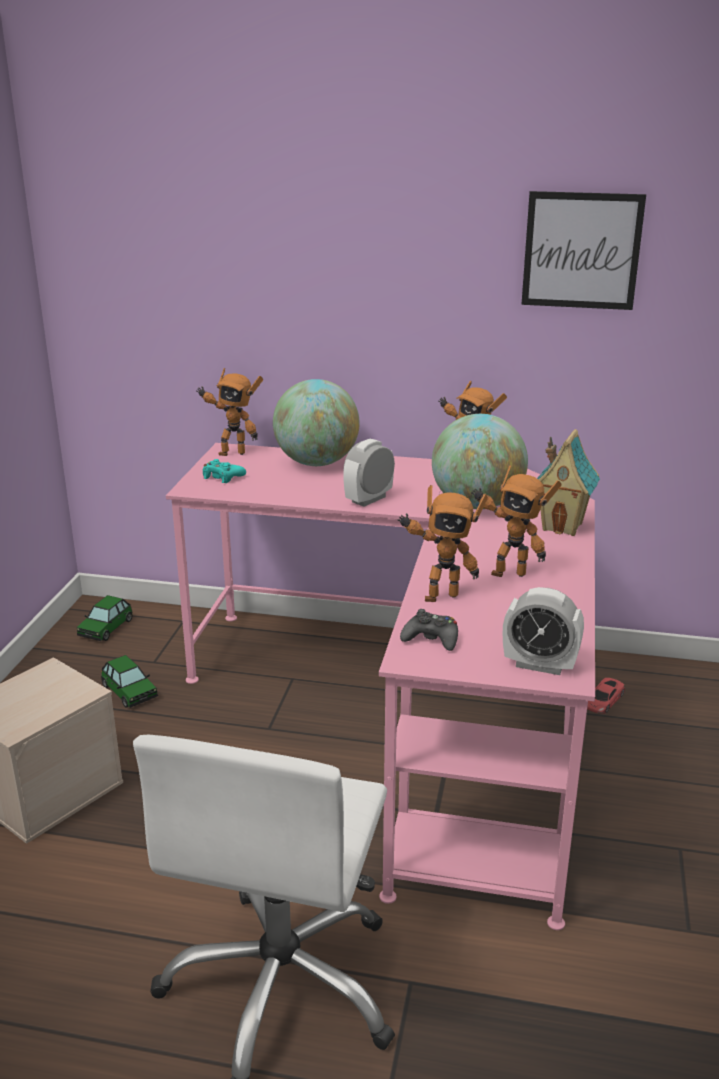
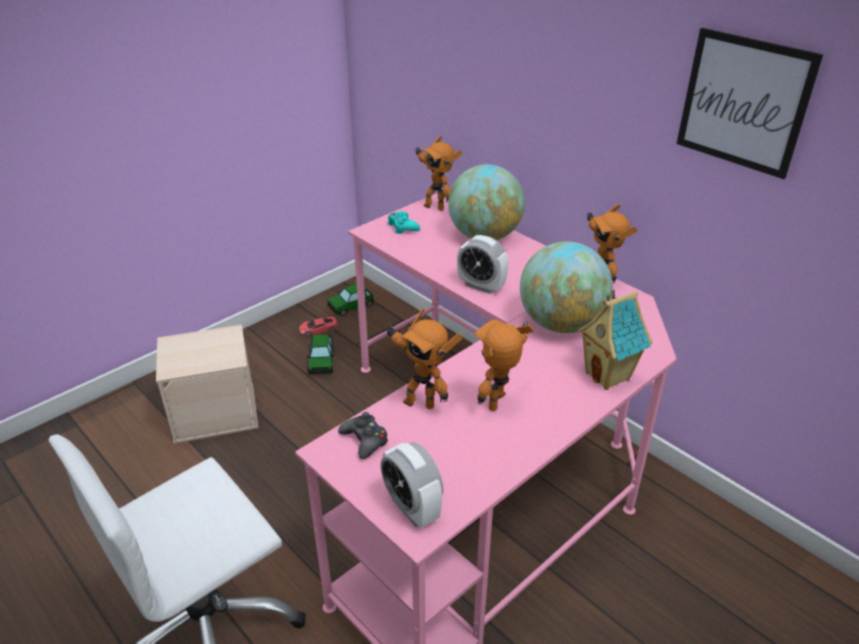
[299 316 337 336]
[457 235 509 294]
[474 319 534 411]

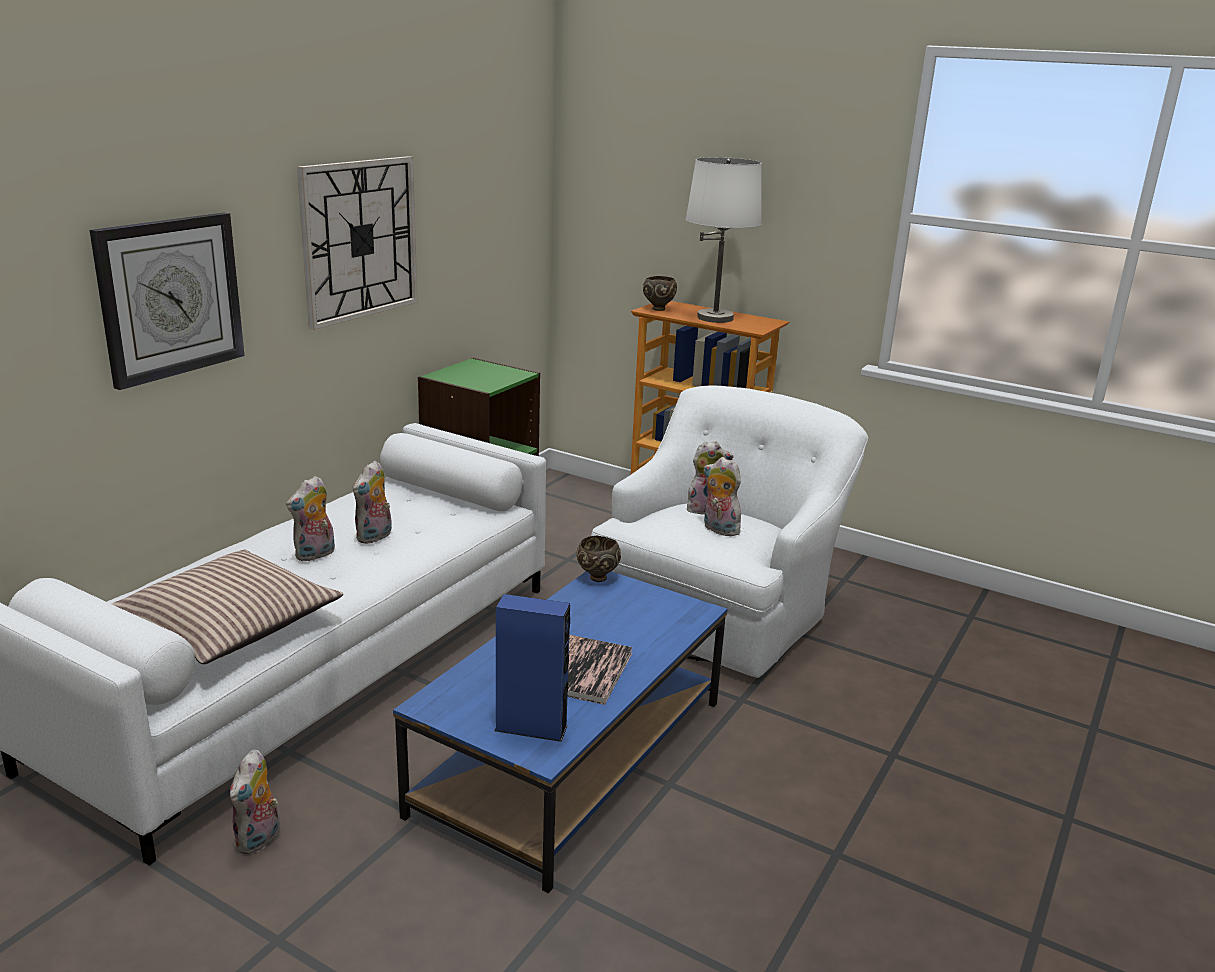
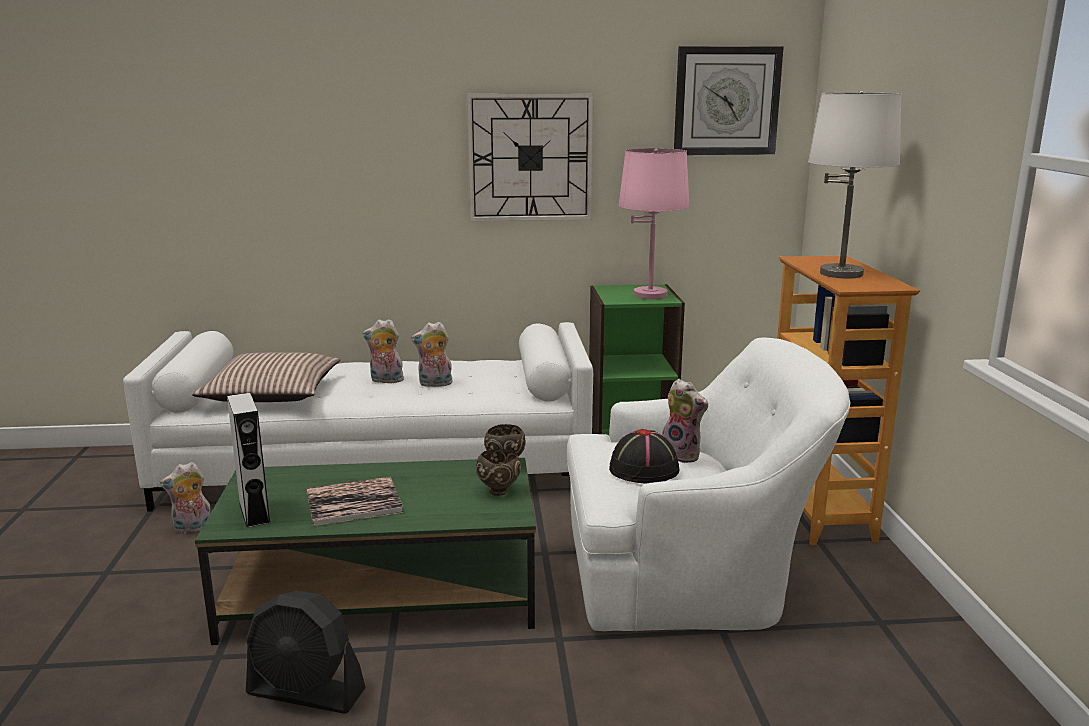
[195 458 536 645]
[227 393 271 528]
[246 591 366 714]
[476 449 521 496]
[609 429 679 484]
[618 148 690 299]
[674 46 784 155]

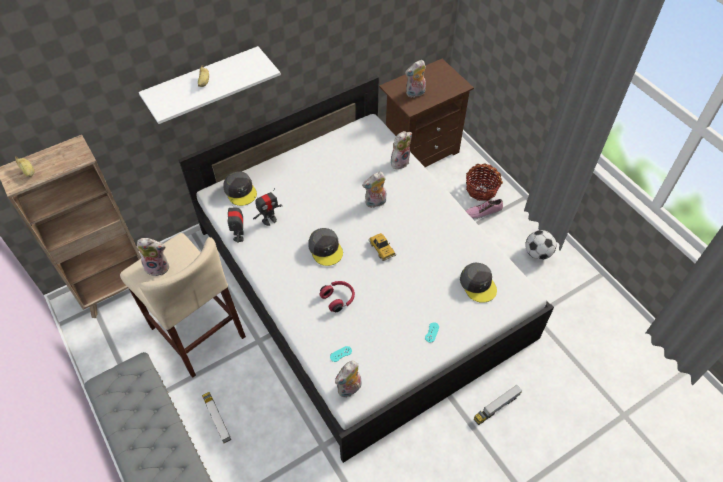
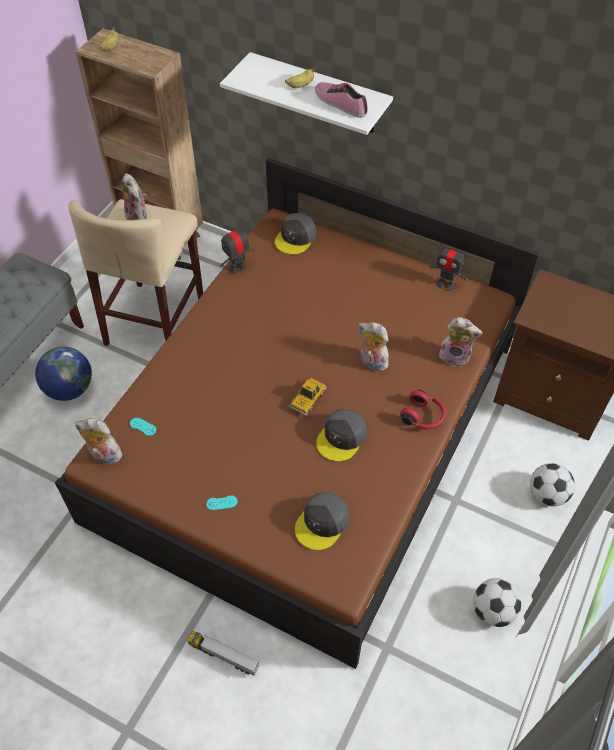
[35 347 92 401]
[55 158 540 669]
[315 82 368 118]
[316 409 367 462]
[400 390 446 430]
[429 241 468 291]
[530 463 575 506]
[405 60 426 98] (first image)

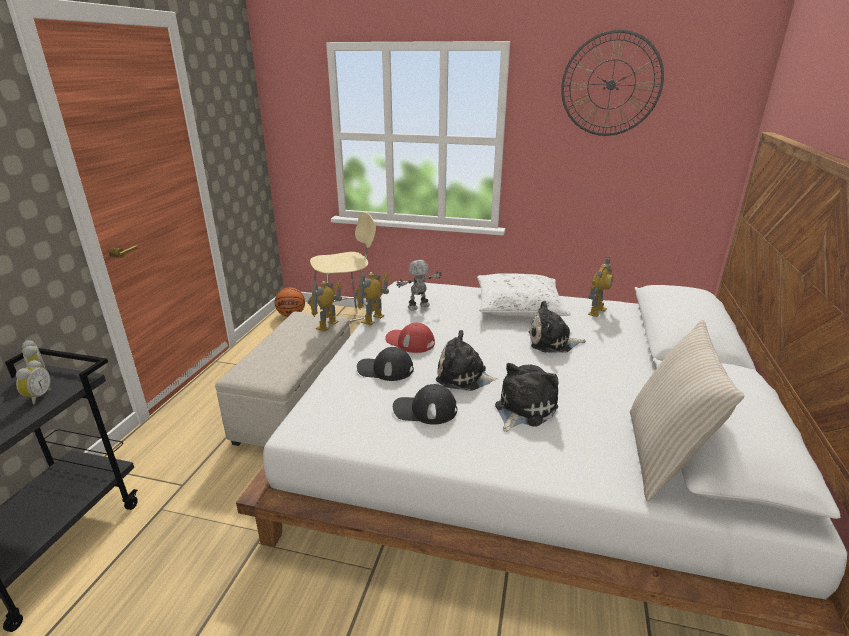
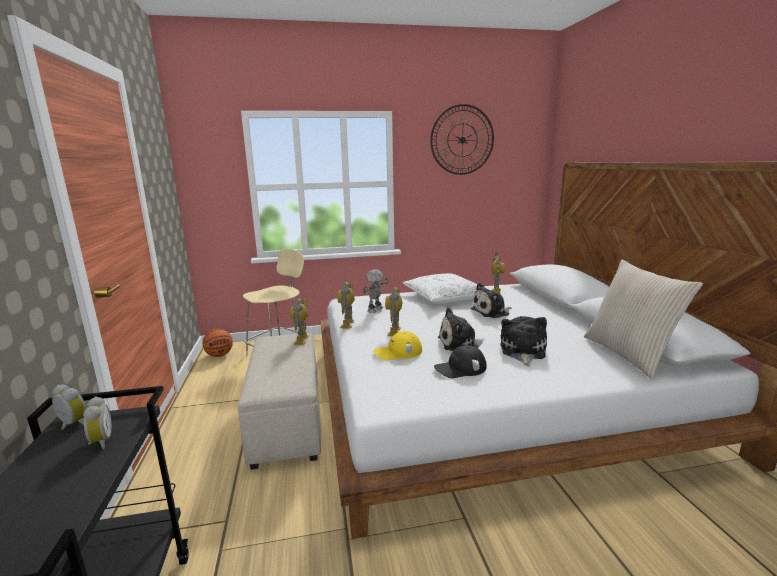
[374 331 422 360]
[385 287 402 336]

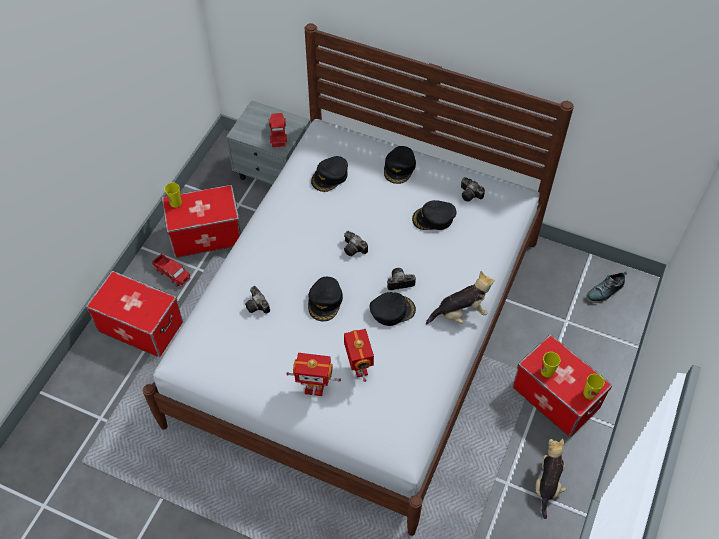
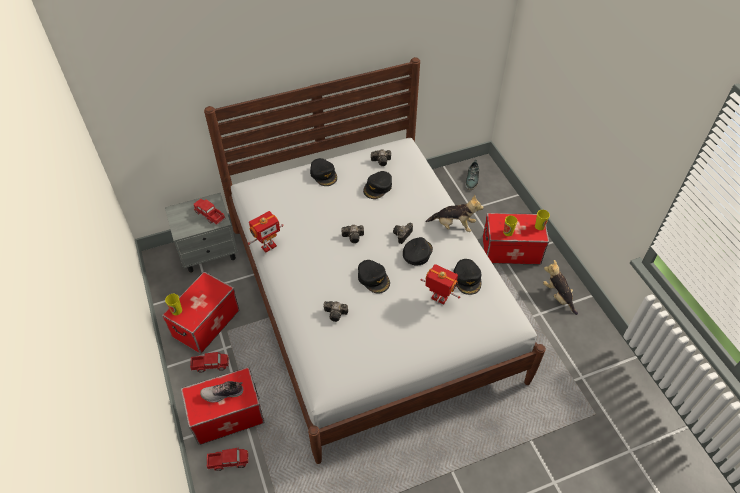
[200 381 244 403]
[207 448 249 471]
[248 211 284 253]
[425 194 483 232]
[453 259 482 295]

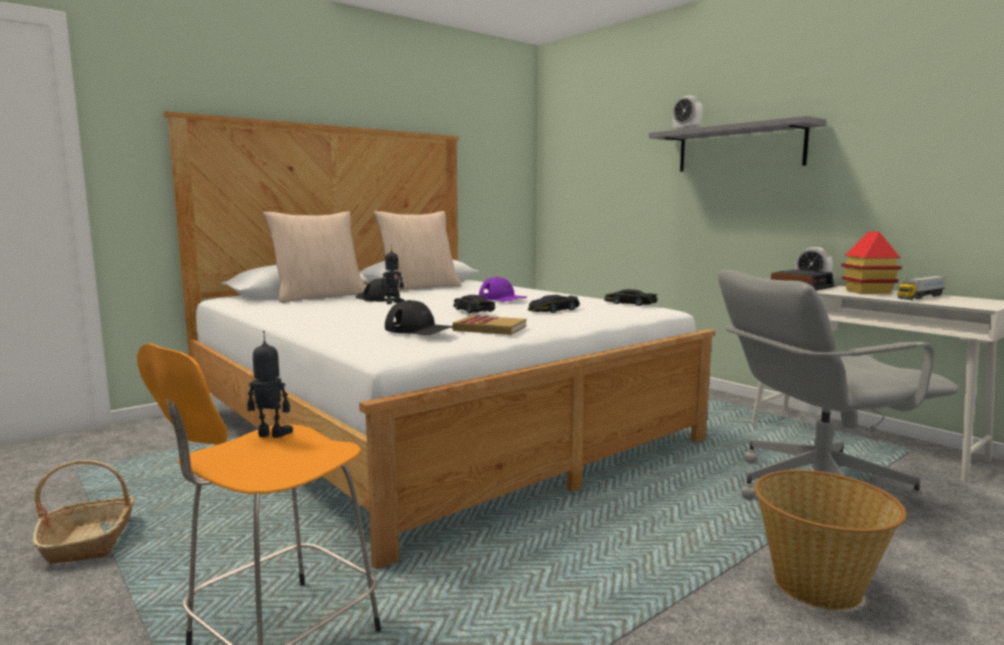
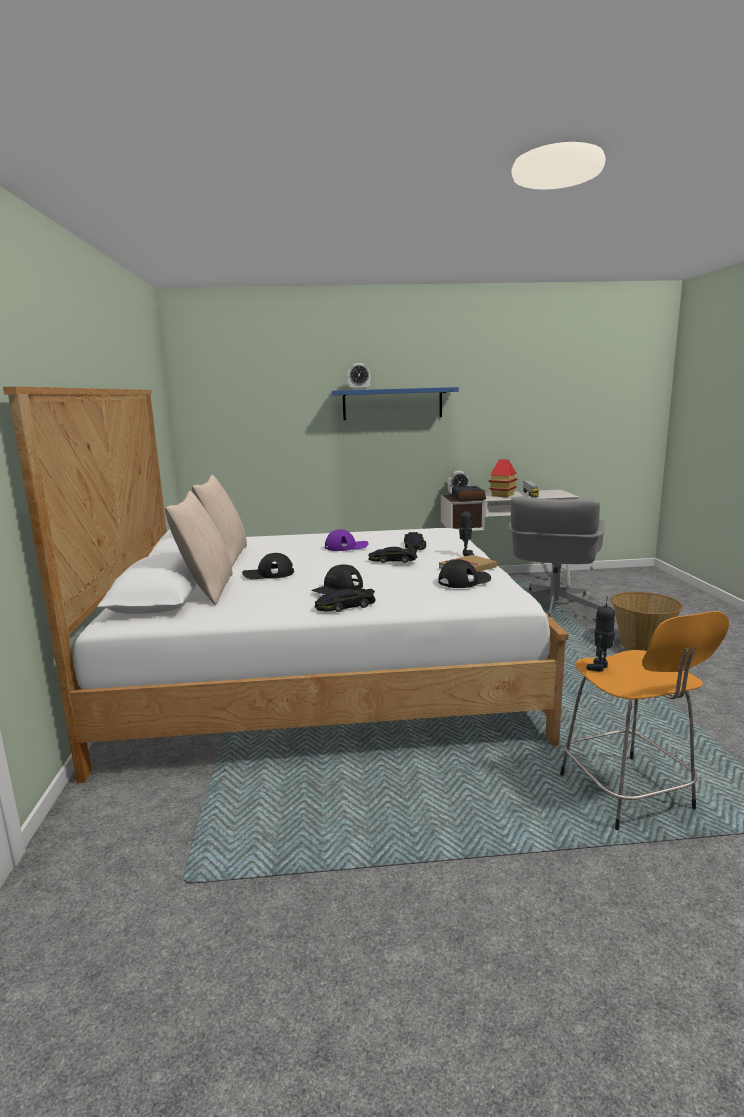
[311 564 363 595]
[315 589 376 612]
[331 387 459 420]
[459 505 474 556]
[33 460 135 564] (first image)

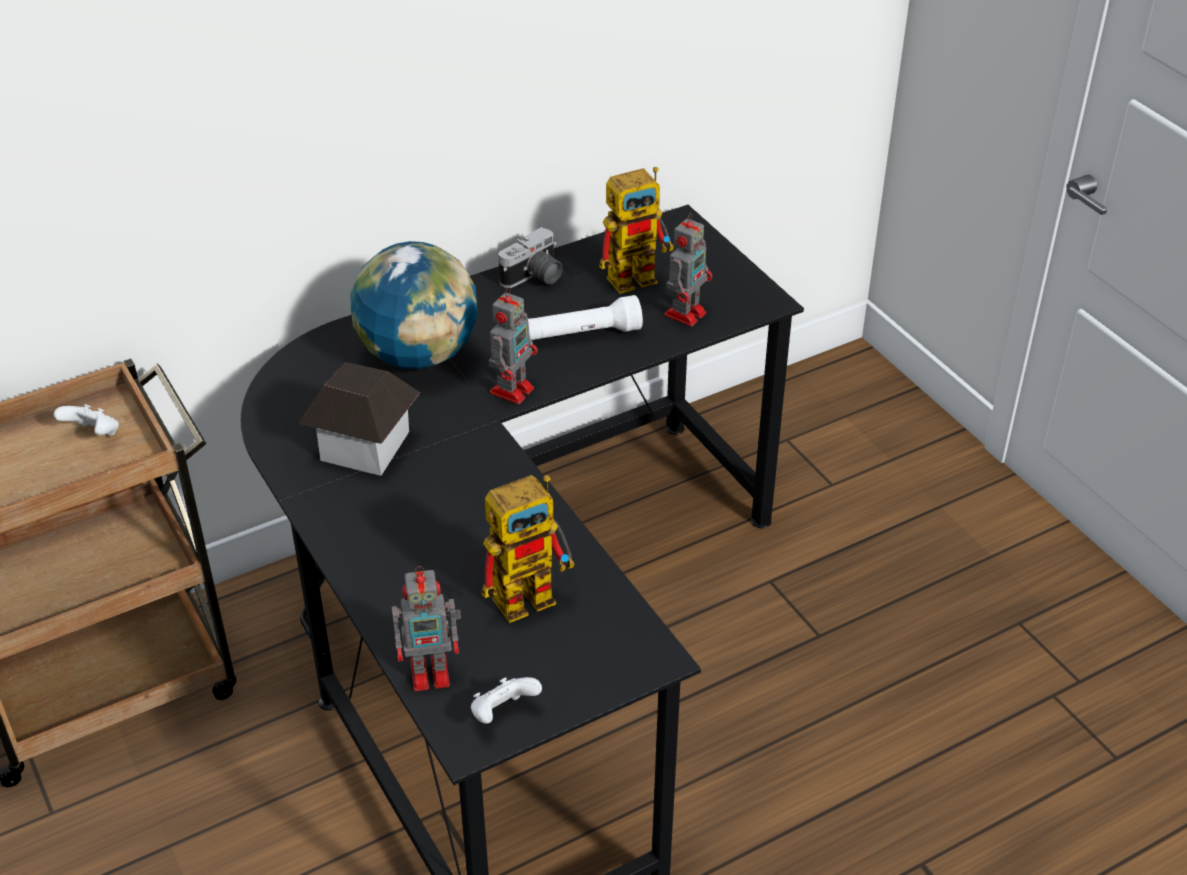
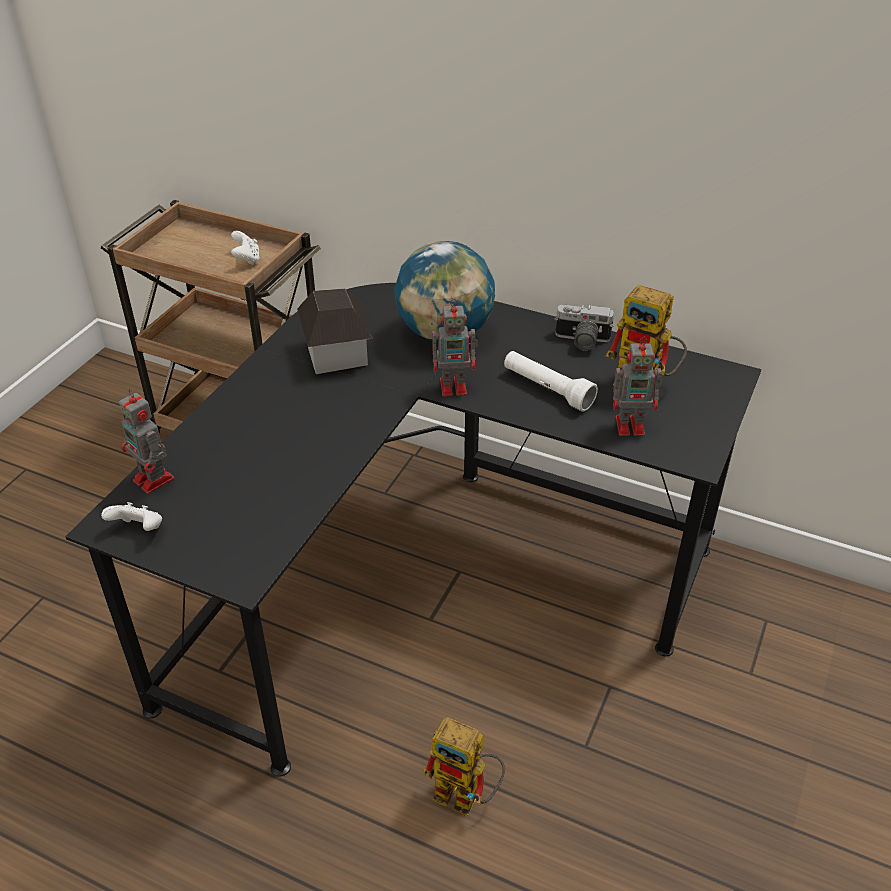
[422 717 505 817]

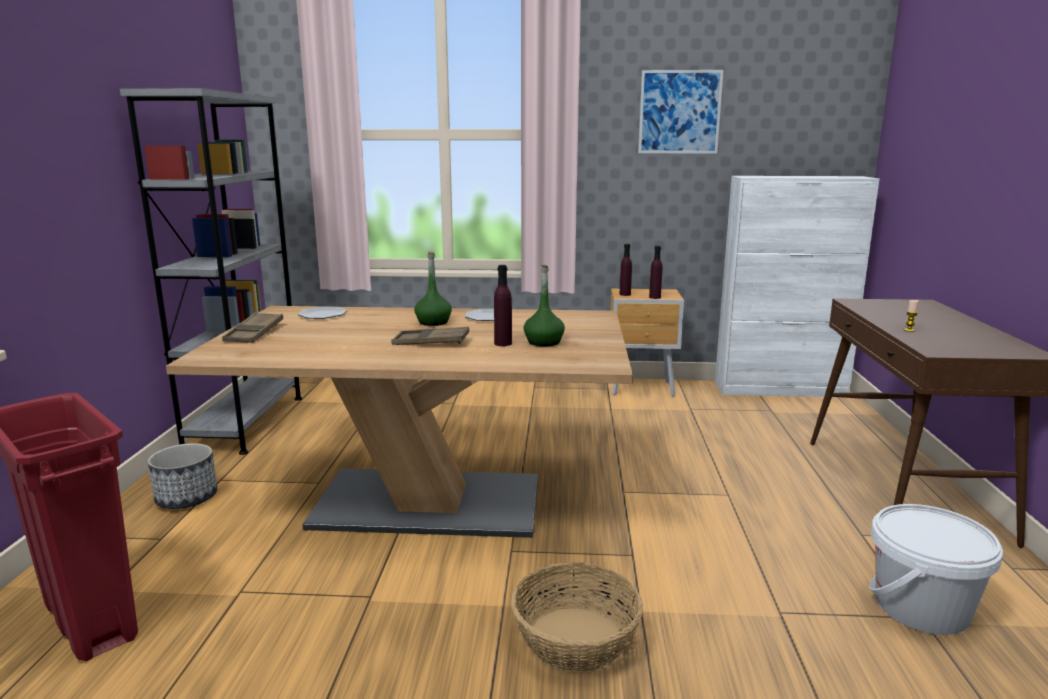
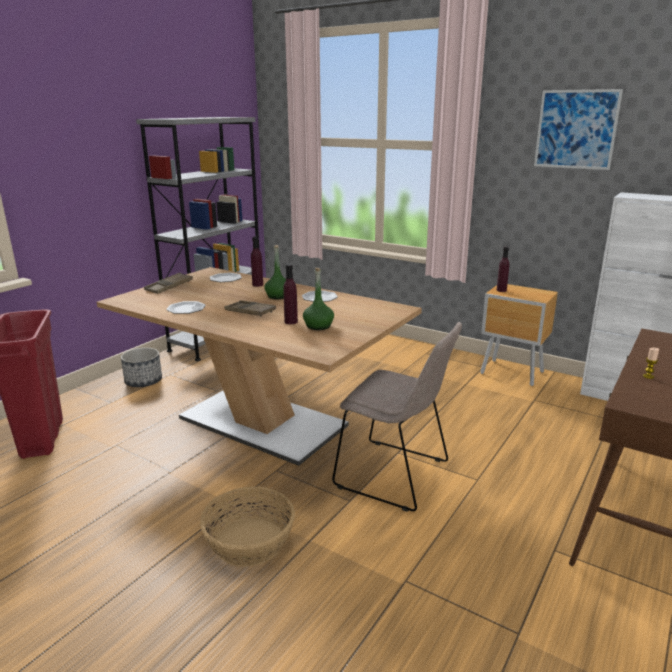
[166 301 206 314]
[251 236 263 287]
[332 322 462 512]
[869 504 1003 635] (first image)

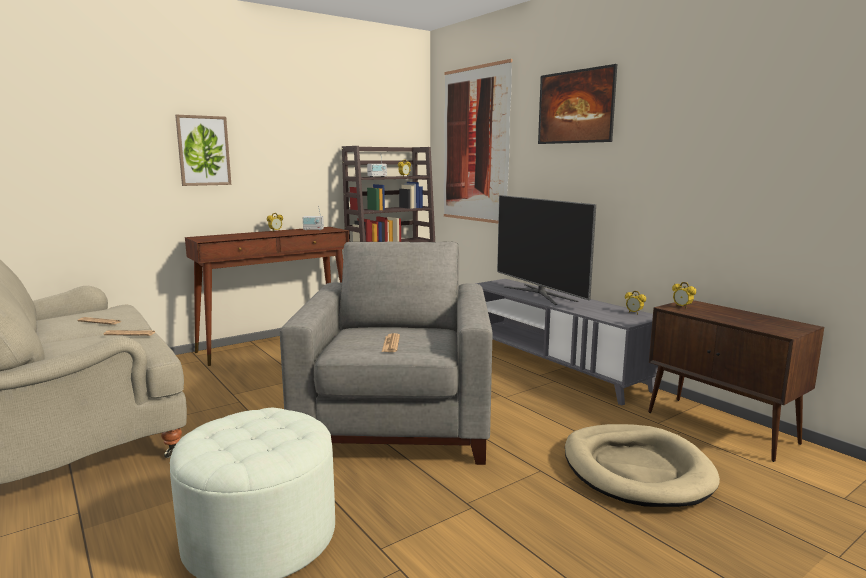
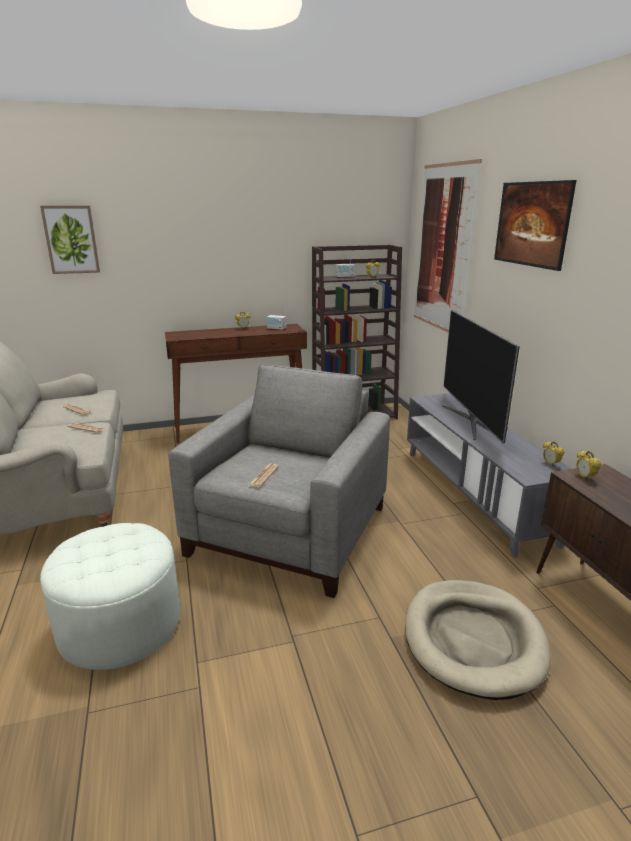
[40 206 100 274]

